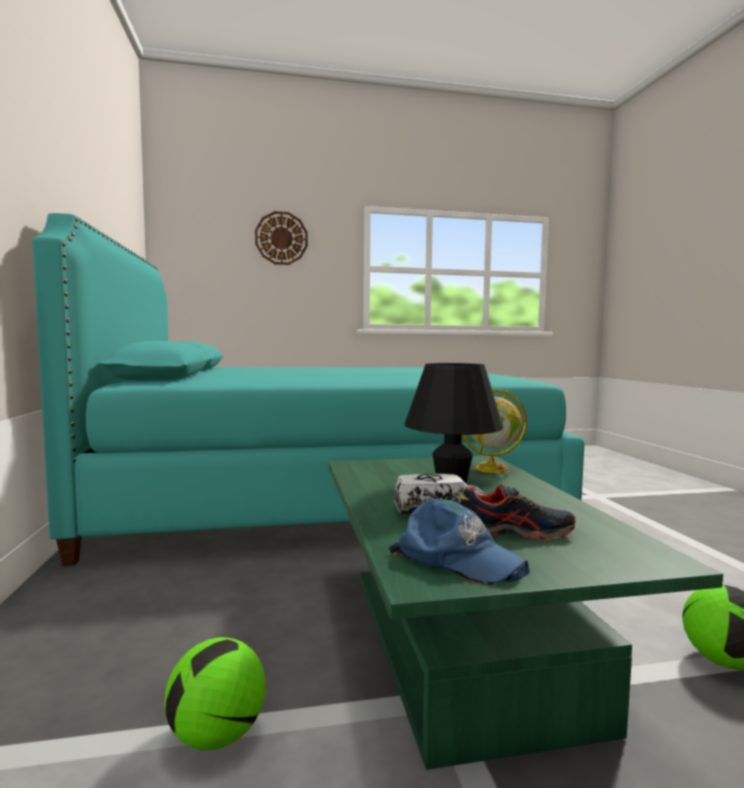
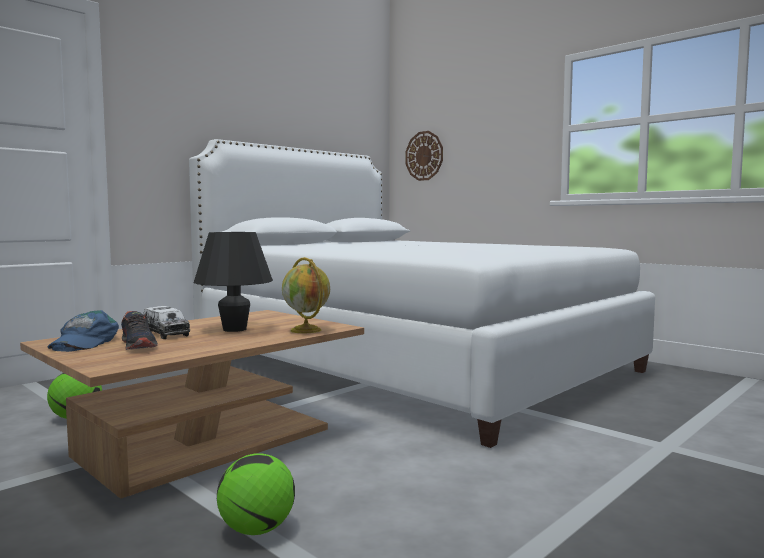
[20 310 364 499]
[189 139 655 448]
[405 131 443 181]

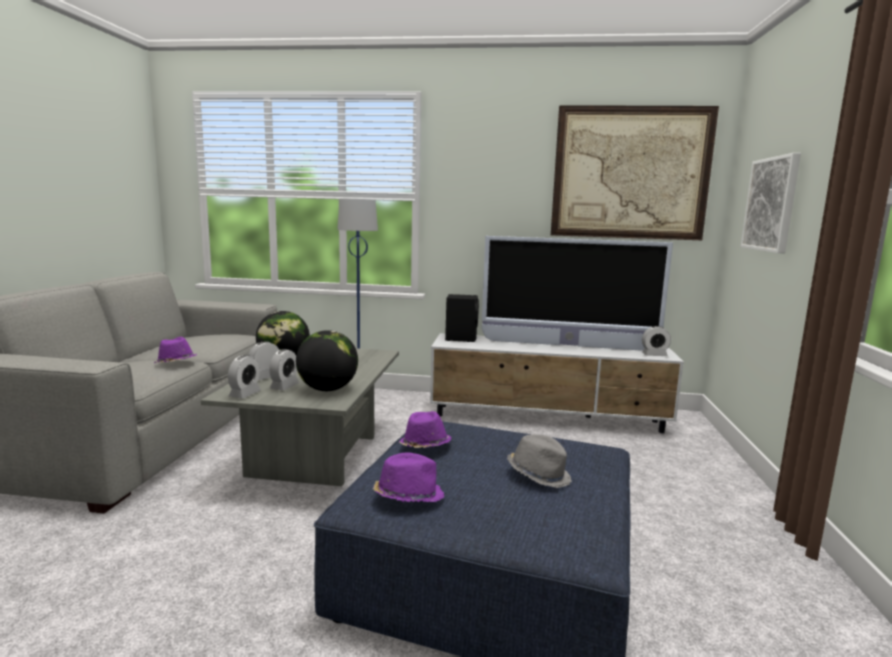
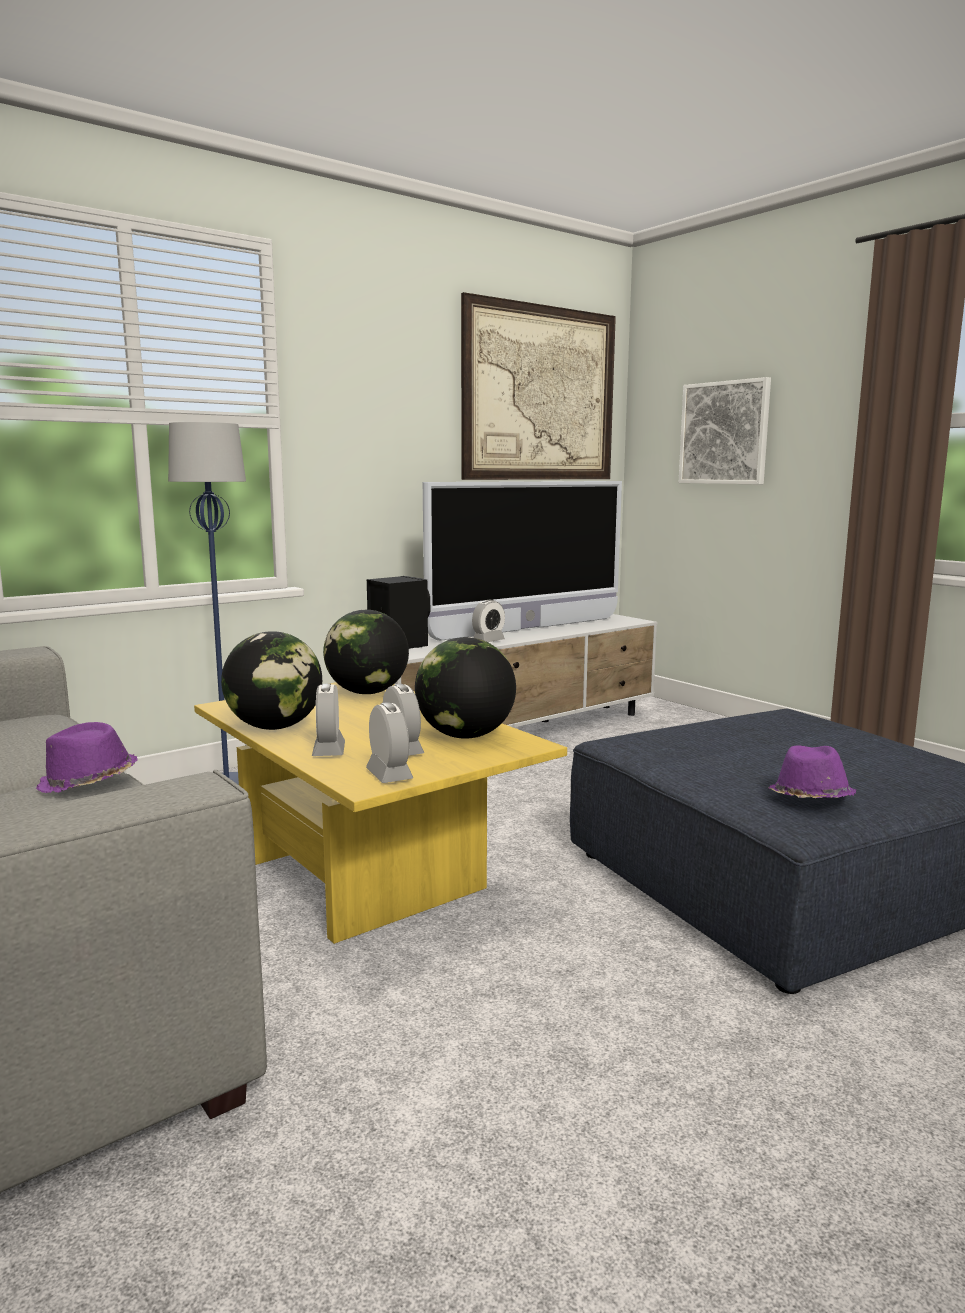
[194 682 567 944]
[323 610 409 694]
[472 600 505 642]
[398 411 452 448] (first image)
[507 434 572 488] (first image)

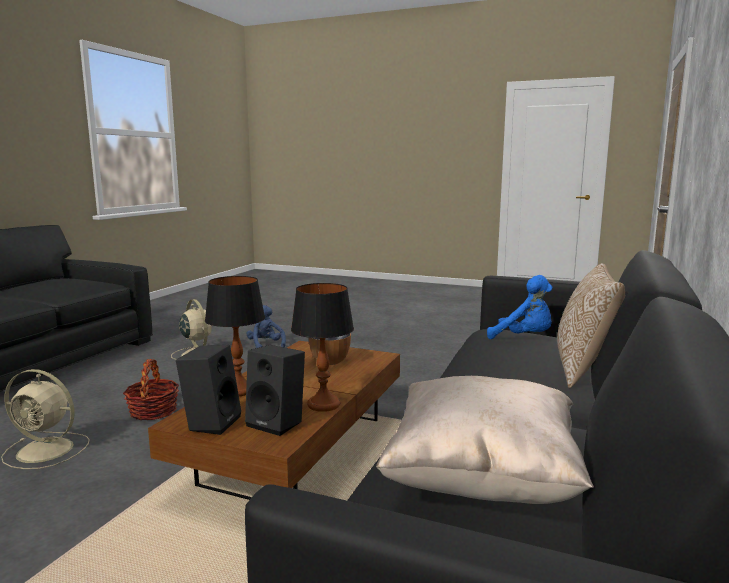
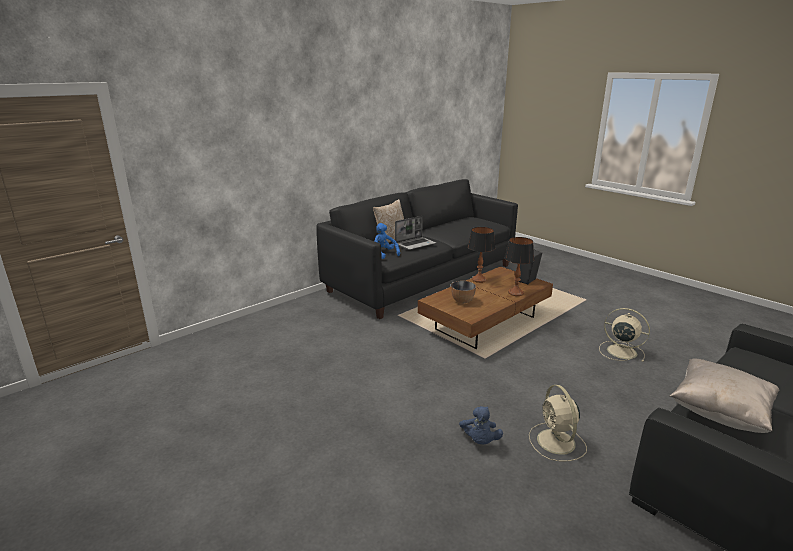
[395 216 436 250]
[670 359 779 433]
[123 359 179 420] (first image)
[245 345 305 436] (first image)

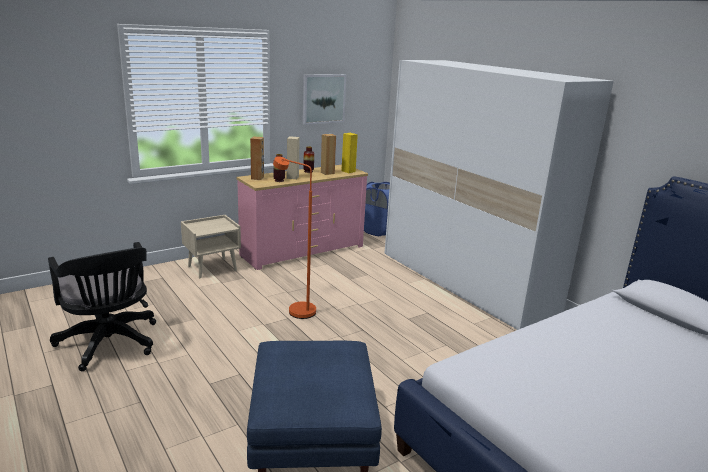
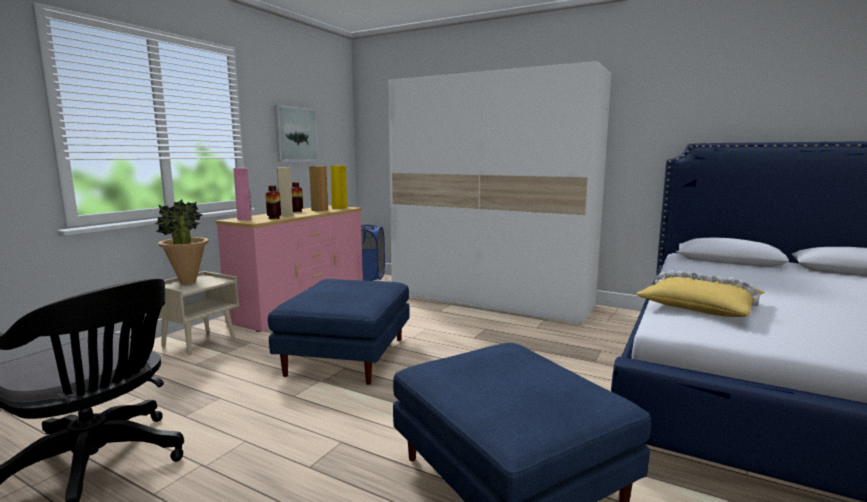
[155 199 209 284]
[233 168 251 220]
[268 279 410 385]
[636 271 764 317]

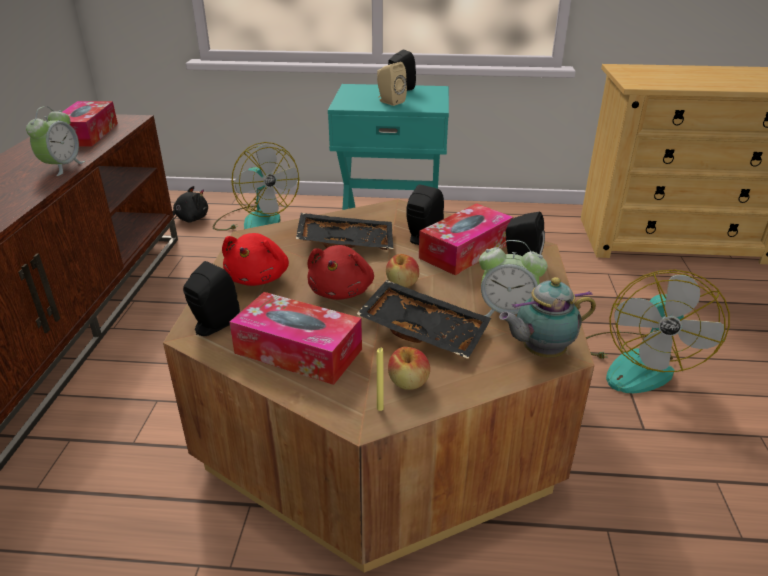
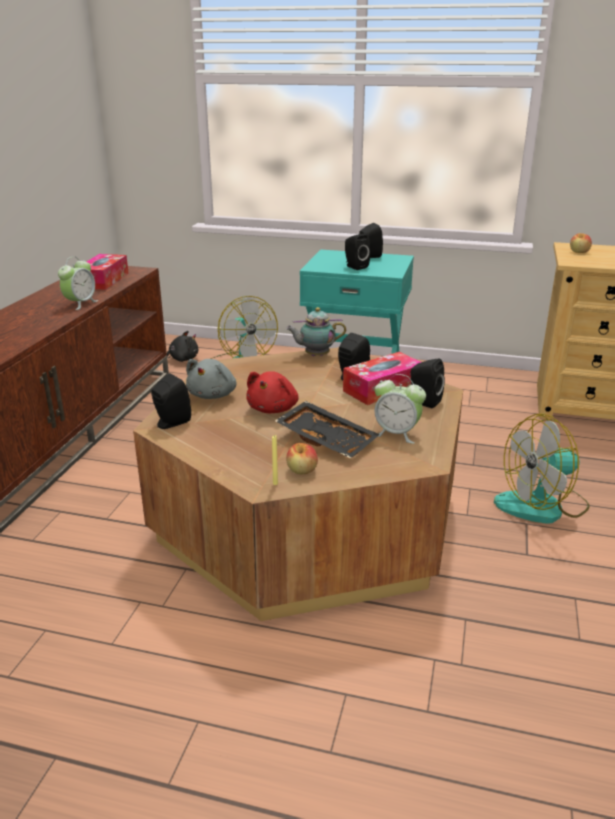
[186 359 236 399]
[286 307 346 356]
[345 233 370 270]
[494 414 590 523]
[570 233 592 253]
[230 292 362 385] (first image)
[296 213 394 250] (first image)

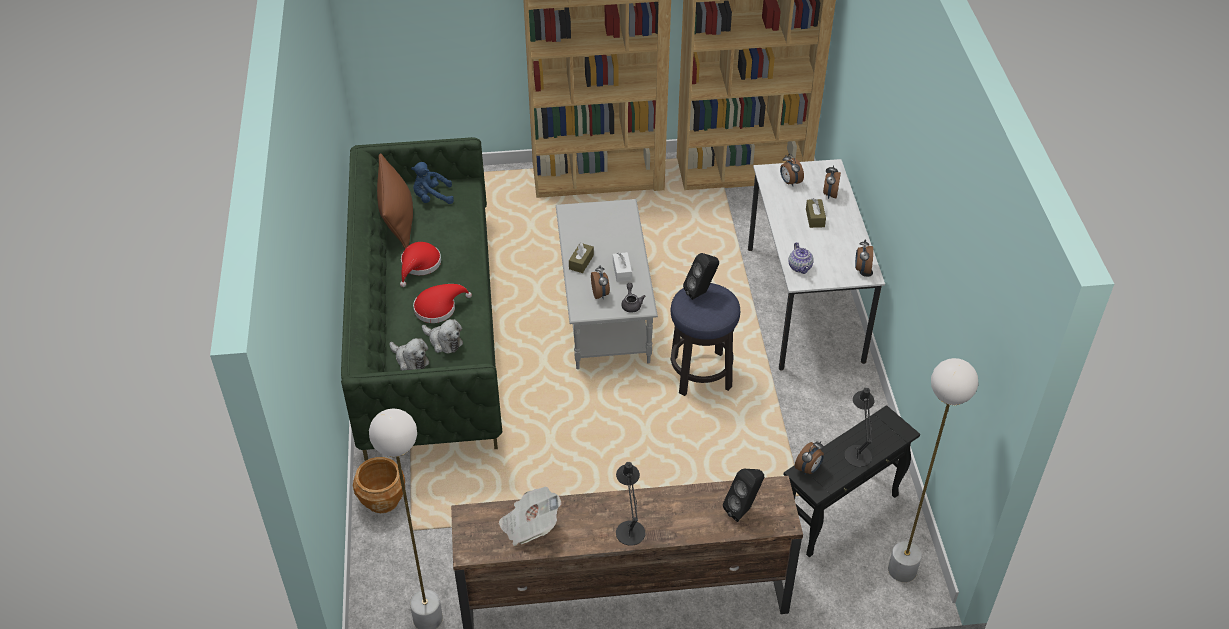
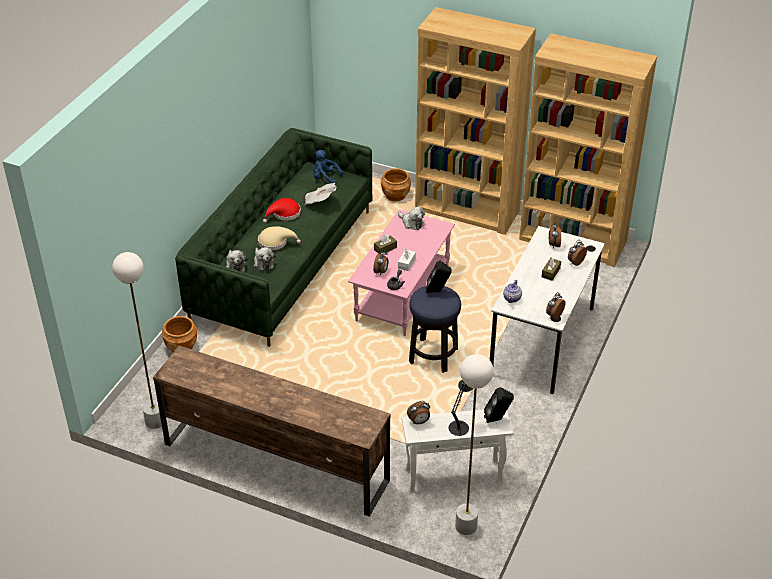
[258 226 301 251]
[305 183 337 205]
[348 209 455 336]
[381 168 411 202]
[398 207 425 230]
[402 409 513 491]
[484 387 514 423]
[377 153 413 249] (first image)
[616 462 645 546] (first image)

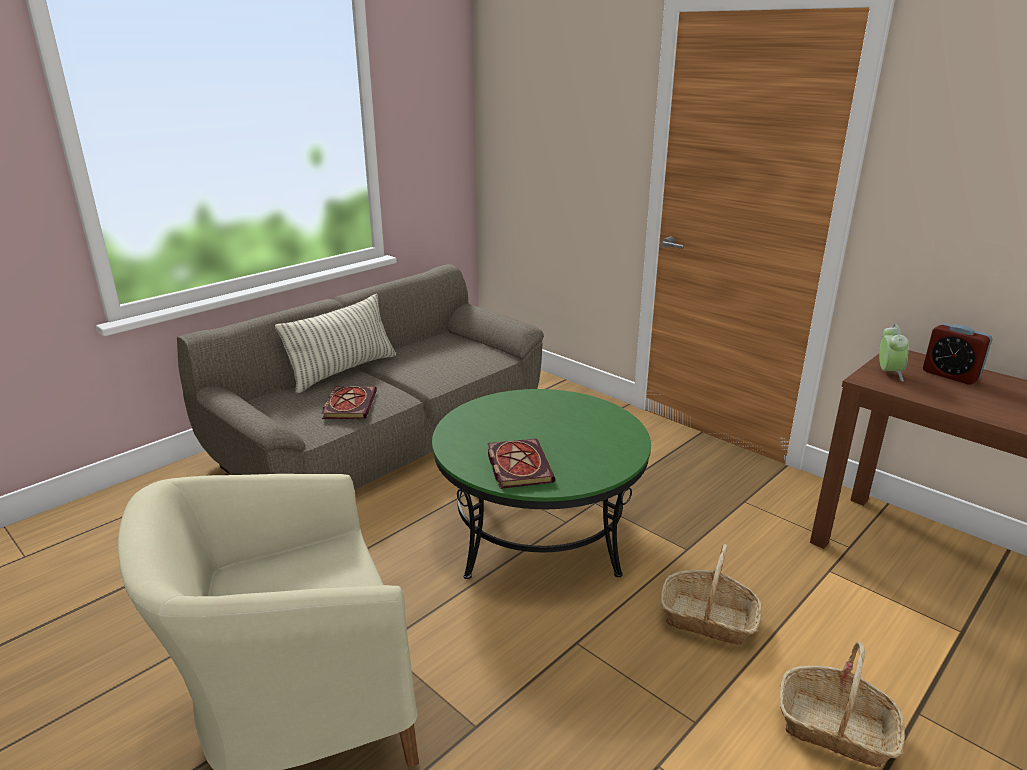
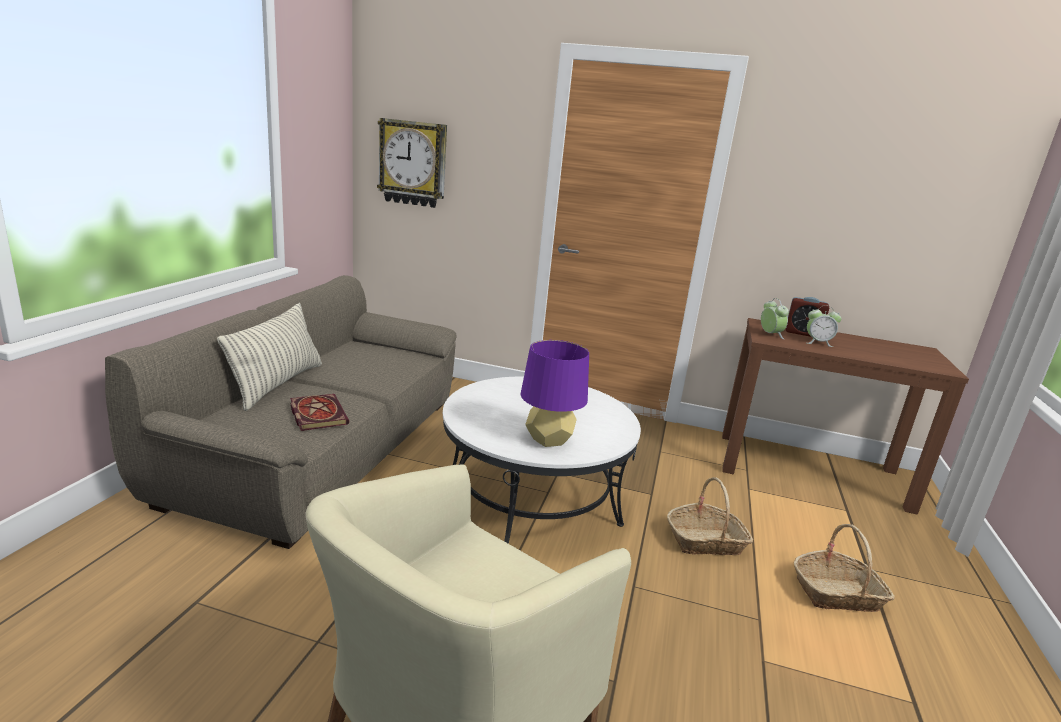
[377 118 447 208]
[443 377 641 544]
[521 340 589 447]
[807 305 842 347]

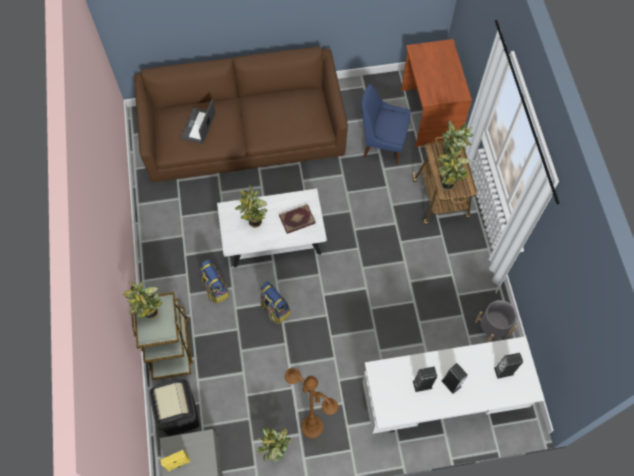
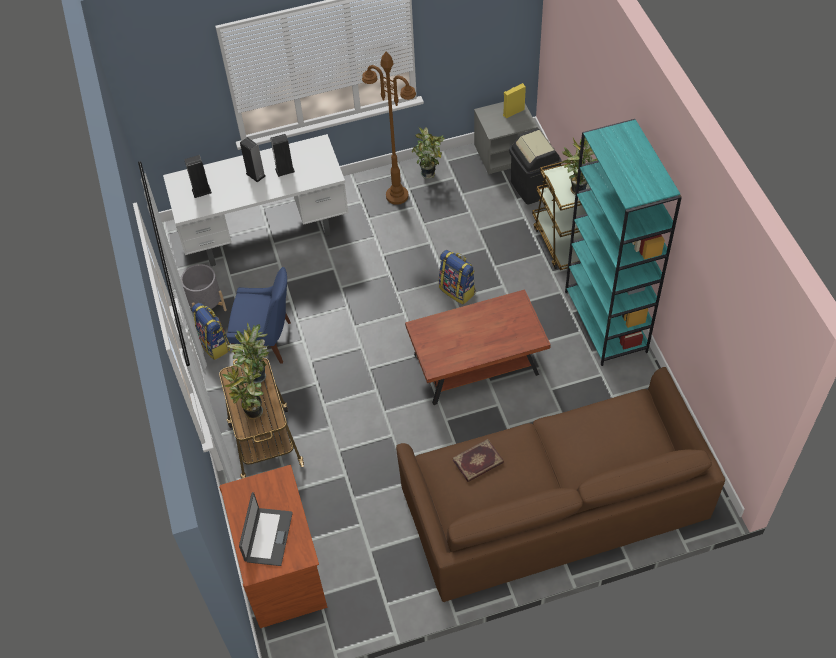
[192 303 230 360]
[227 267 291 364]
[239 492 293 566]
[405 289 551 405]
[453 439 504 482]
[565 119 682 366]
[235 185 267 228] (first image)

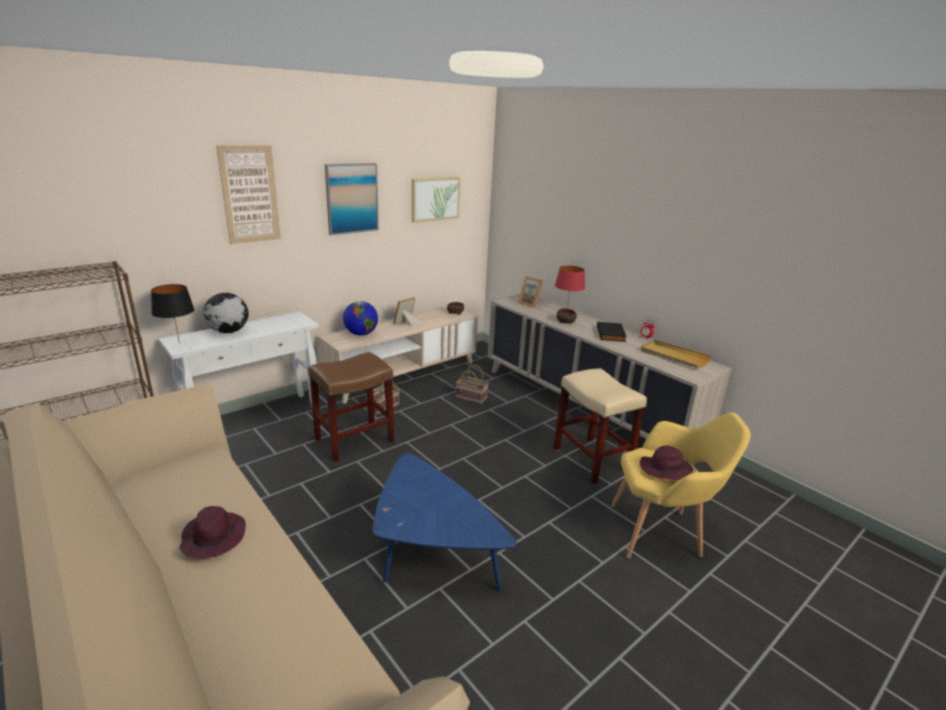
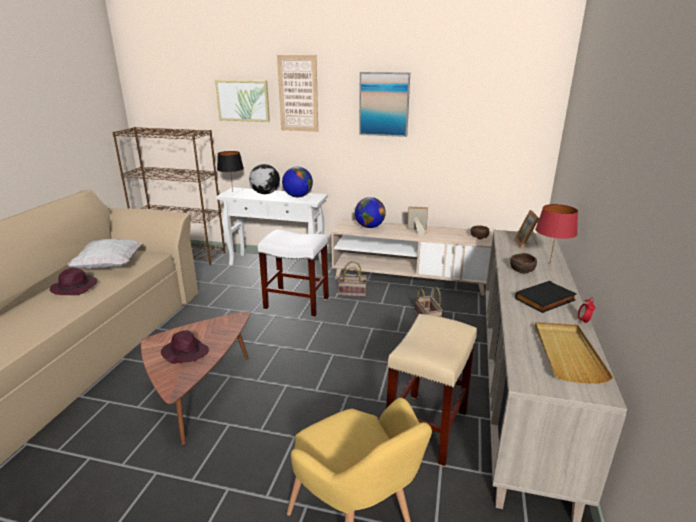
[68 239 142 269]
[141 312 250 445]
[161 330 209 364]
[215 80 270 122]
[258 229 329 317]
[282 167 313 197]

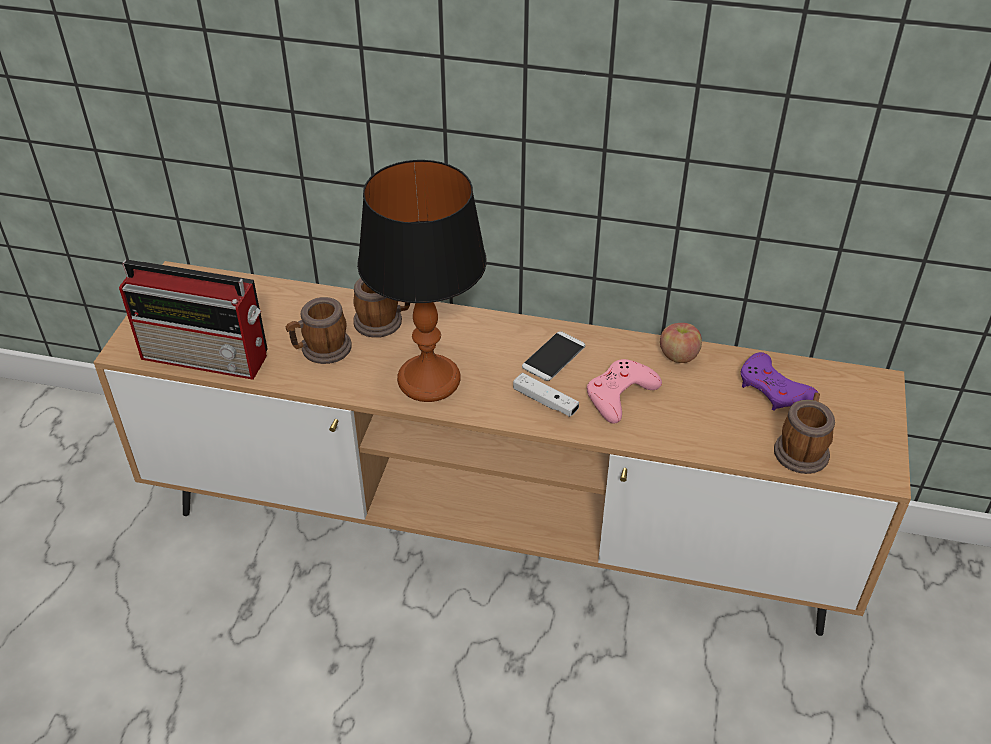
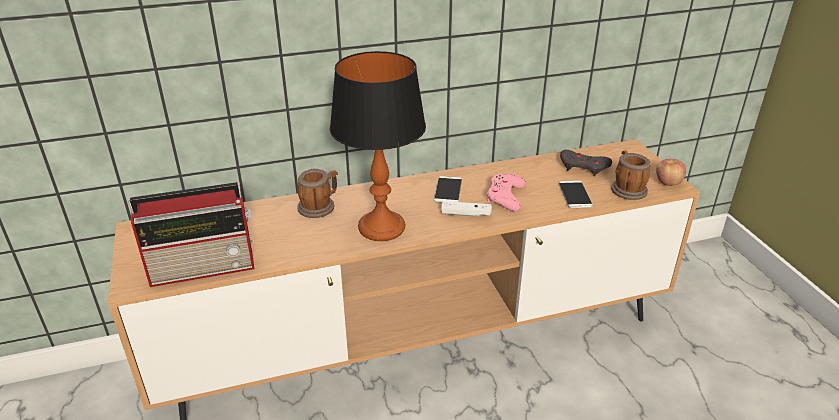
[558 181 593 208]
[560 150 612 176]
[656 159 686 186]
[286 297 352 364] (first image)

